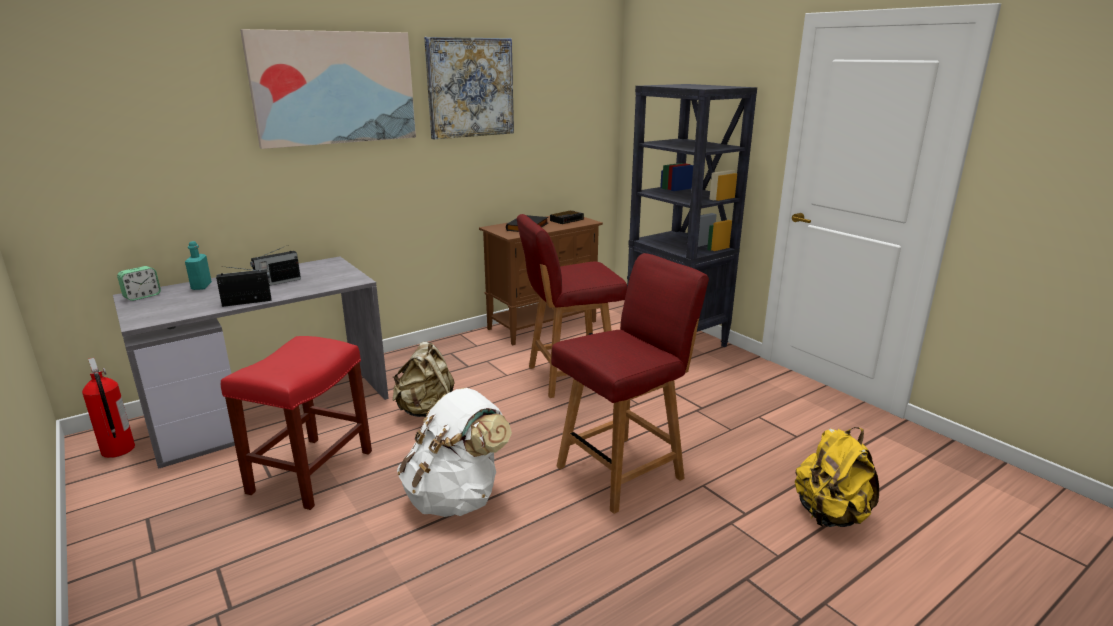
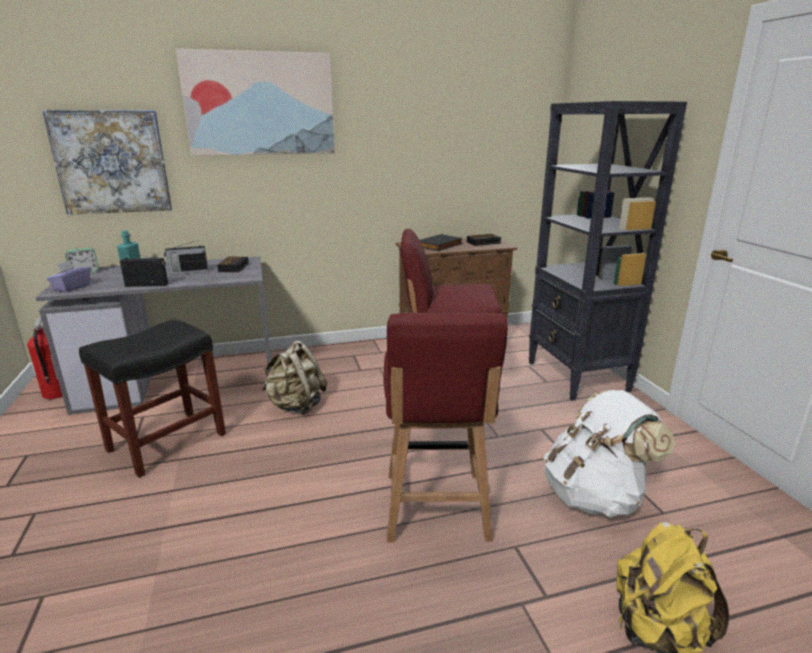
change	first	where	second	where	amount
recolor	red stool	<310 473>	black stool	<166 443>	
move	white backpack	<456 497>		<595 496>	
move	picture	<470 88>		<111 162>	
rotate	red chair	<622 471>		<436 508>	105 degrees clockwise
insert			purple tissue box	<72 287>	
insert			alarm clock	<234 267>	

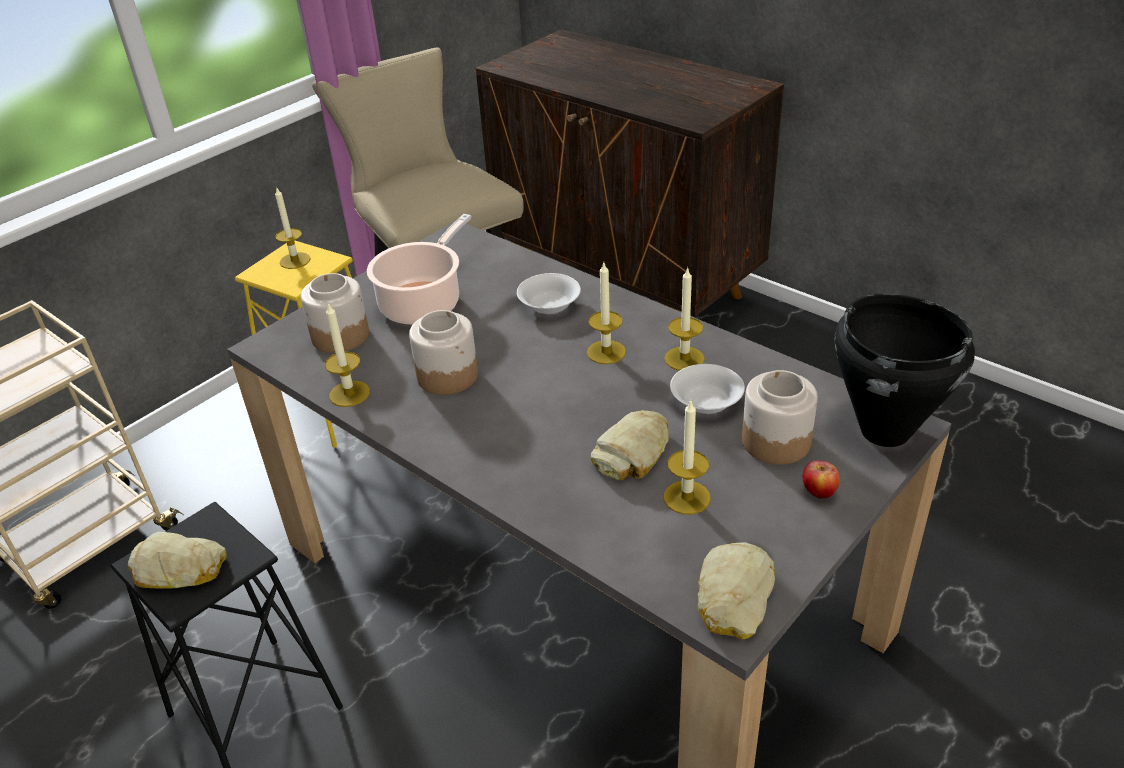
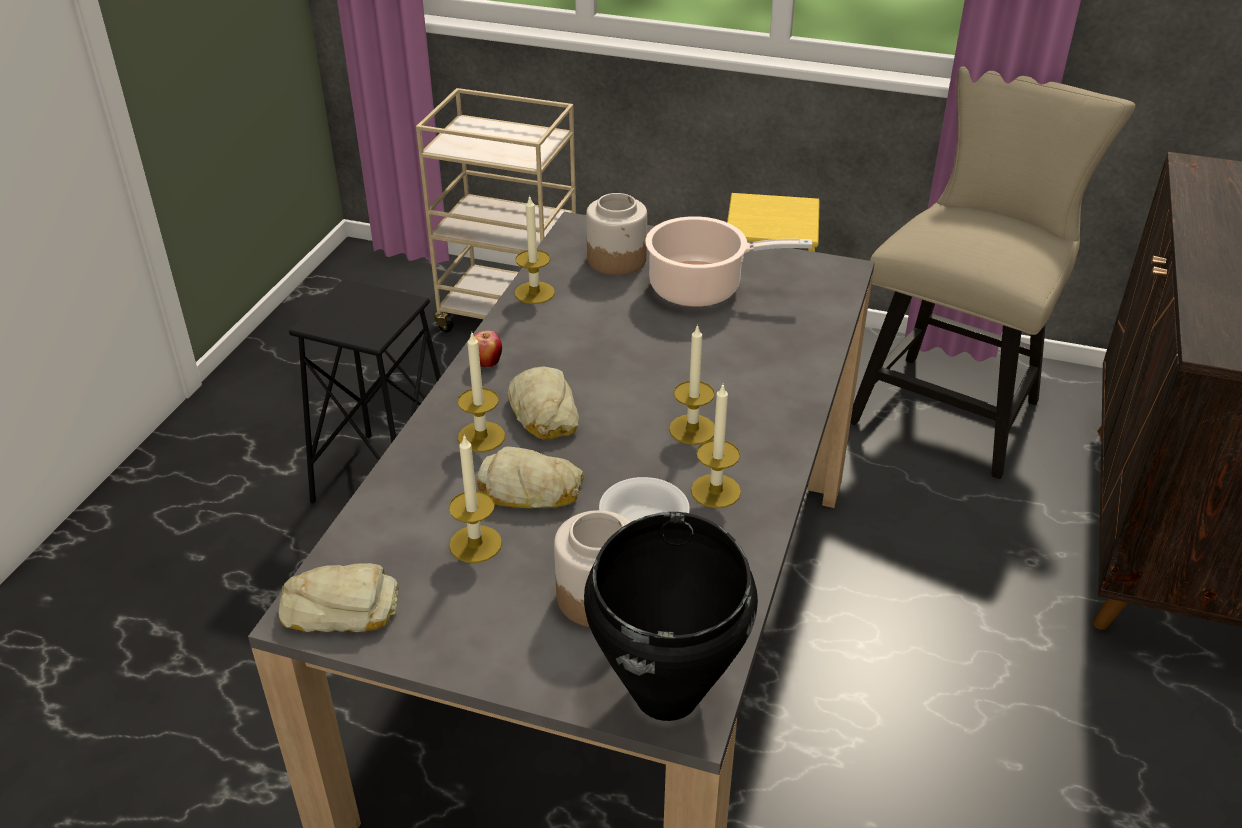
change	first	where	second	where	amount
move	bread	<180 569>		<543 413>	
move	candle	<295 260>		<481 437>	
delete	jar	<448 375>			
delete	white bowl	<550 305>			
move	apple	<818 493>		<487 363>	

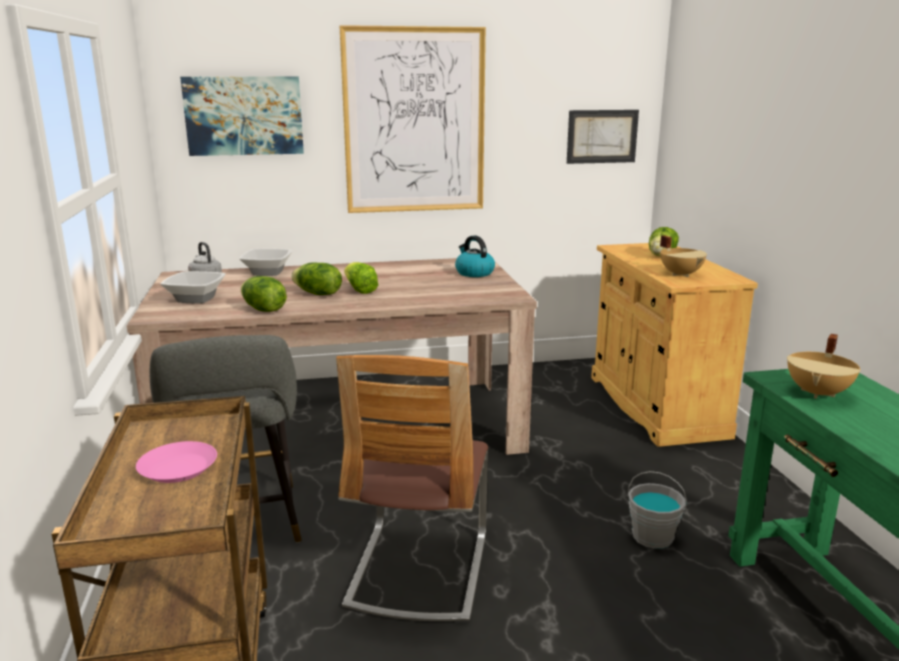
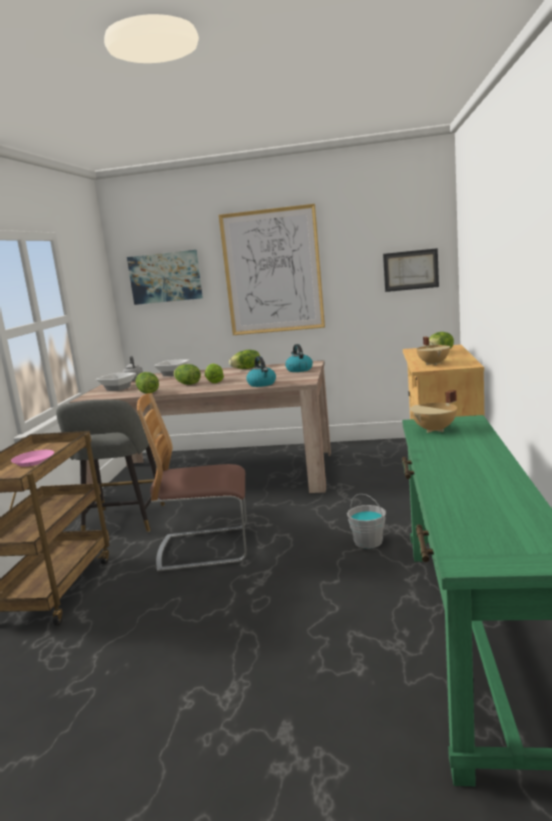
change	first	where	second	where	amount
rotate	chair	<419 570>		<205 549>	60 degrees clockwise
insert			lettuce	<246 369>	
insert			kettle	<262 384>	

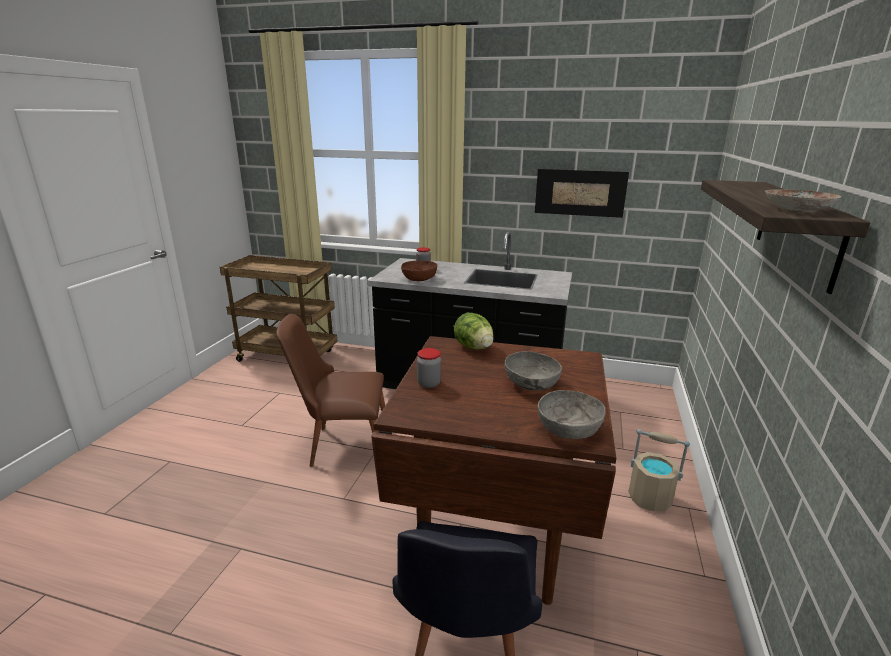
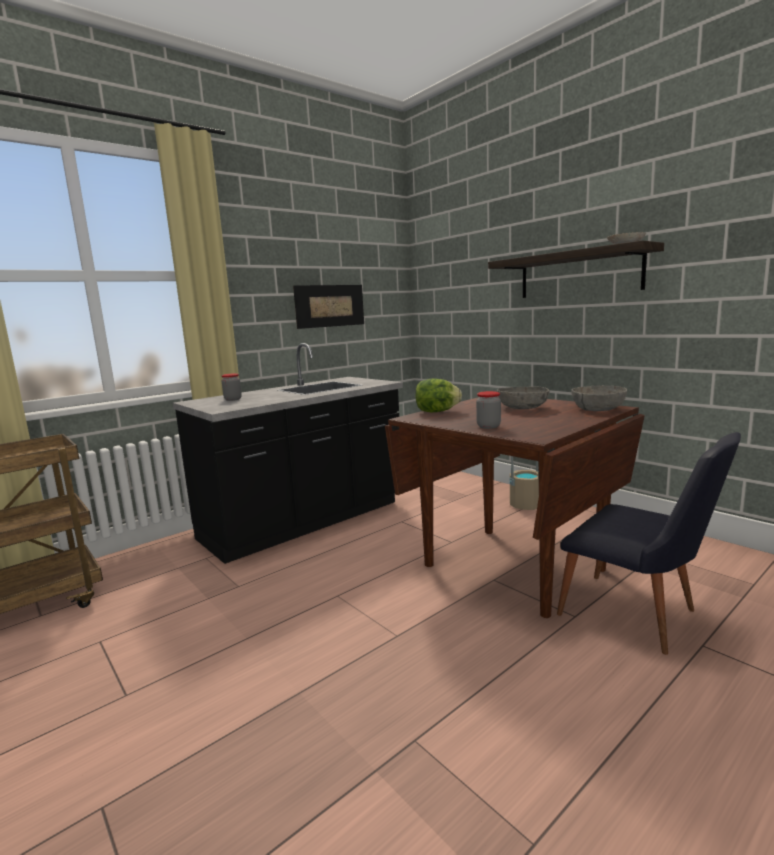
change	first	where	second	where	amount
delete	brown chair	<342 445>			
delete	brown bowl	<419 279>			

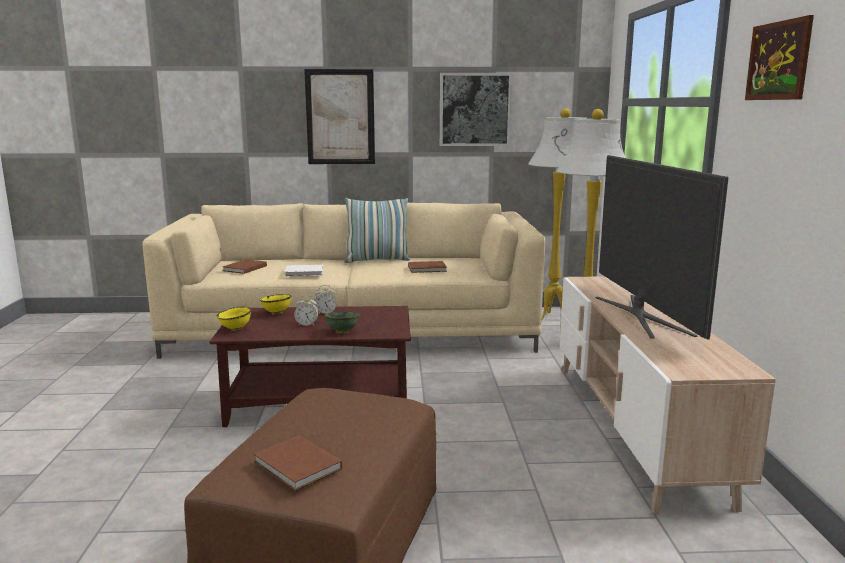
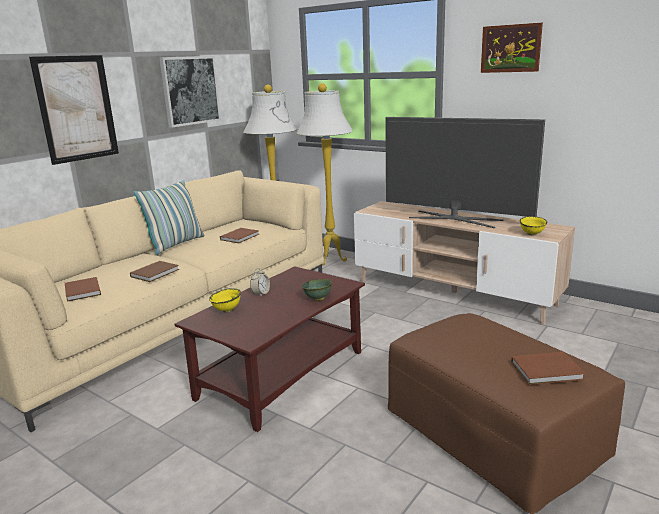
change	first	where	second	where	amount
move	yellow bowl	<236 329>		<532 234>	
recolor	white book	<305 272>	brown book	<156 273>	
delete	alarm clock	<307 324>			

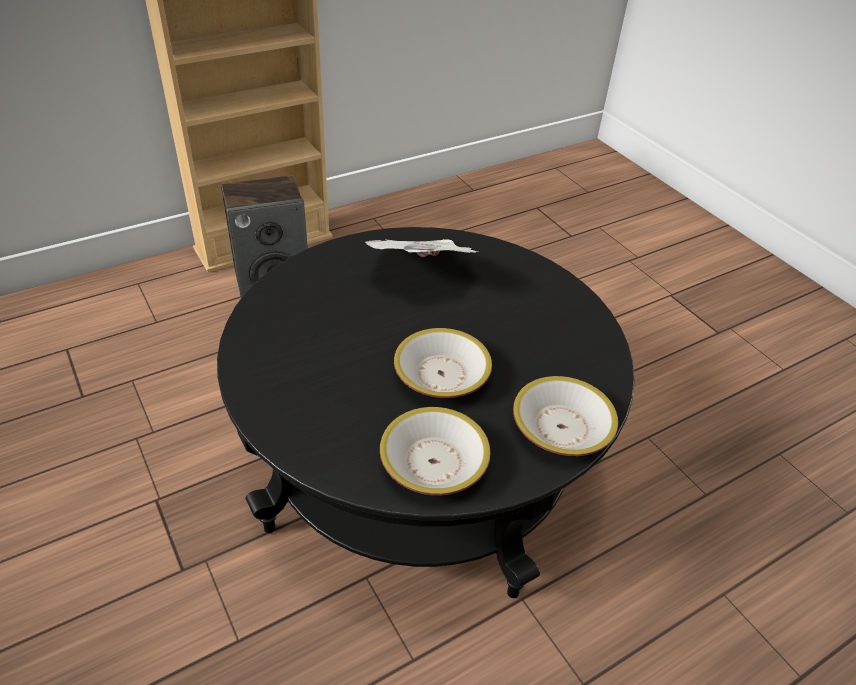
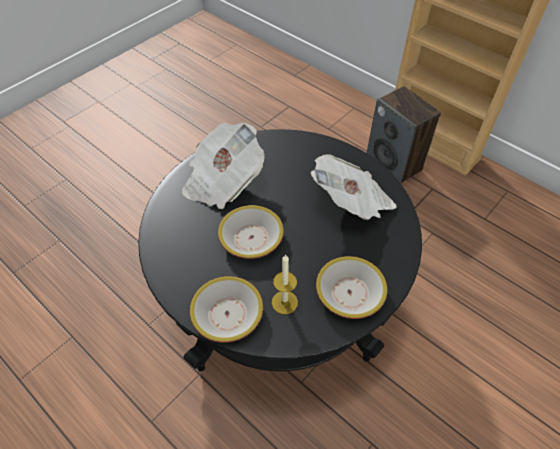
change	first	where	second	where	amount
move	bowl	<433 462>		<349 292>	
insert			newspaper	<222 181>	
insert			candle	<284 302>	

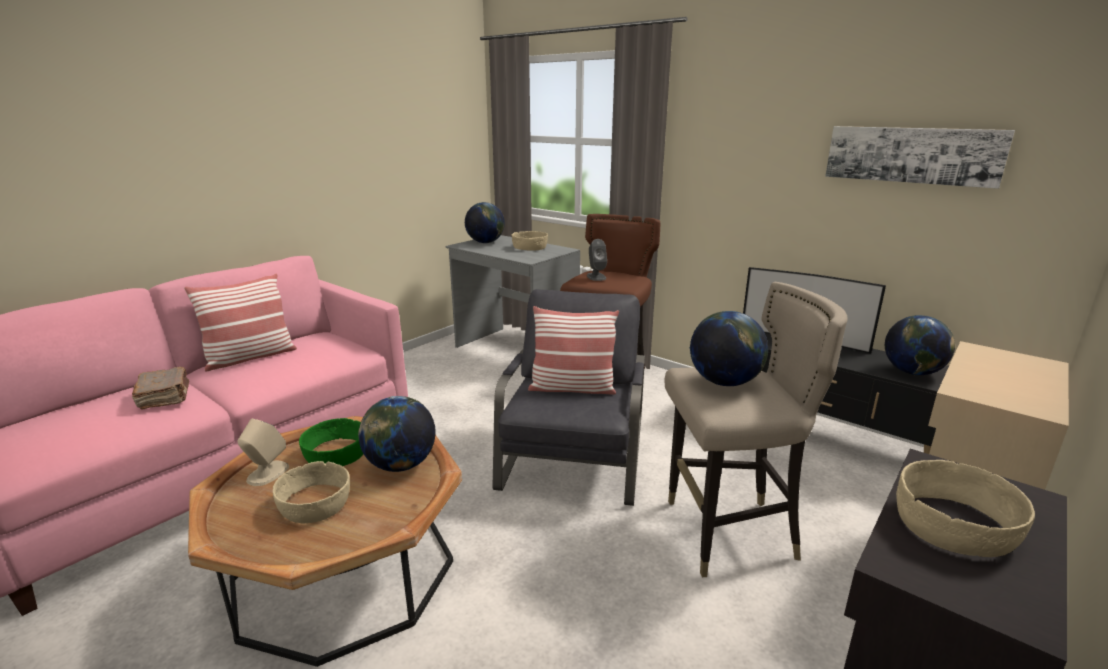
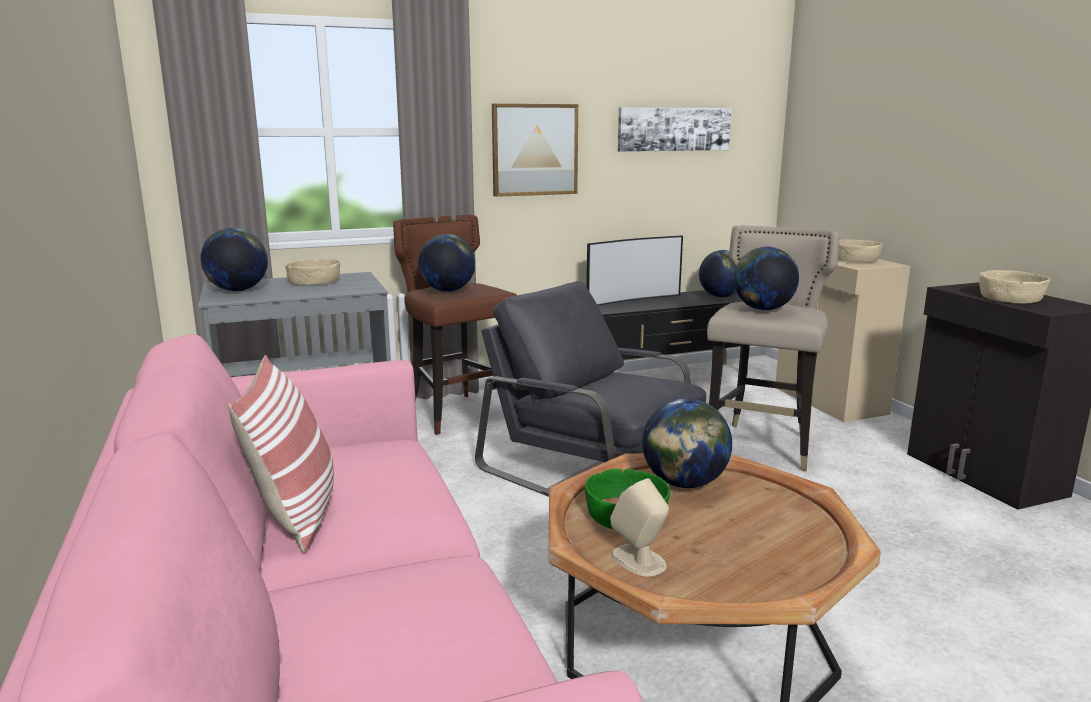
change	first	where	second	where	amount
delete	brown book	<165 397>			
move	beige bowl	<315 504>		<855 260>	
delete	pillow	<572 388>			
replace	grey speaker	<596 277>	globe	<447 291>	
insert			picture	<534 150>	

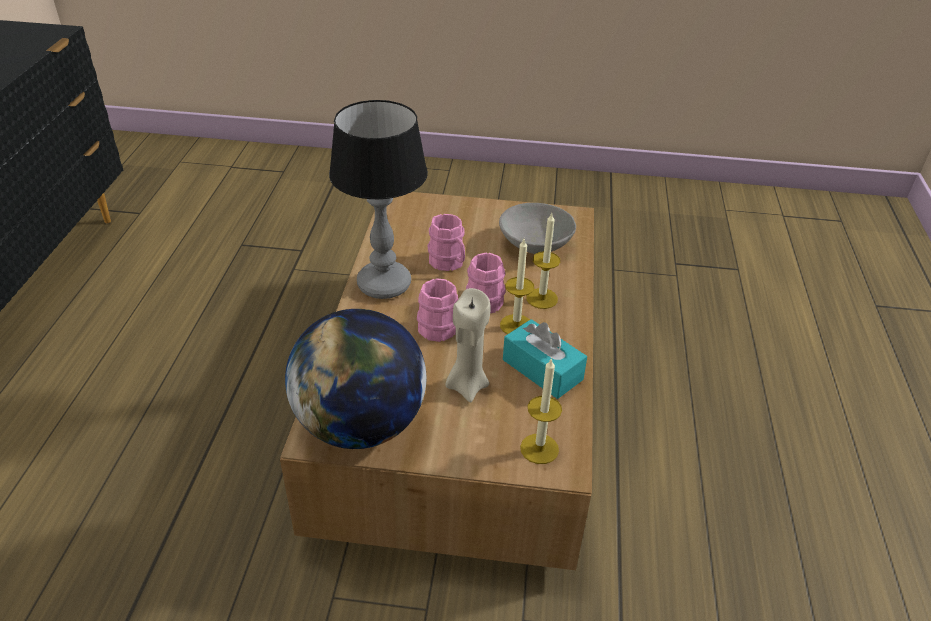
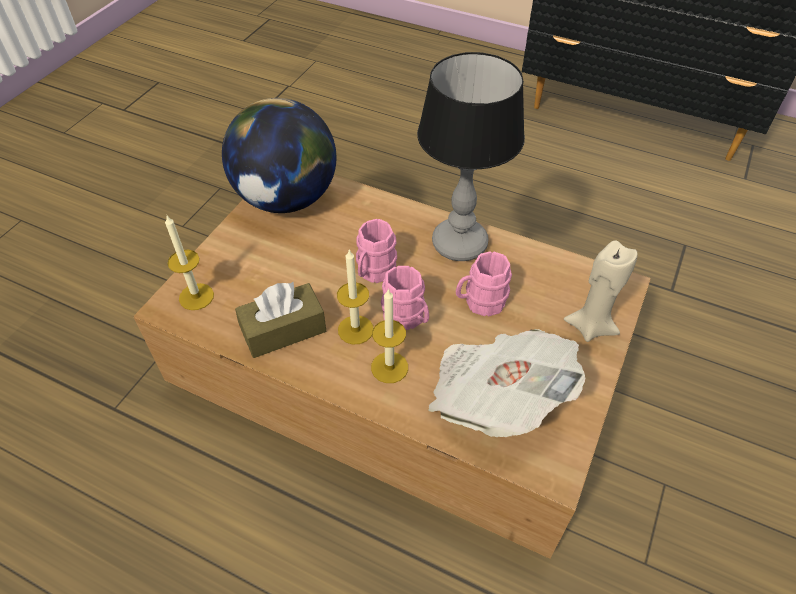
change	first	where	second	where	amount
move	beige candle	<467 385>		<590 326>	
replace	grey bowl	<535 245>	newspaper	<495 396>	
recolor	turquoise tissue box	<542 369>	brown tissue box	<283 330>	

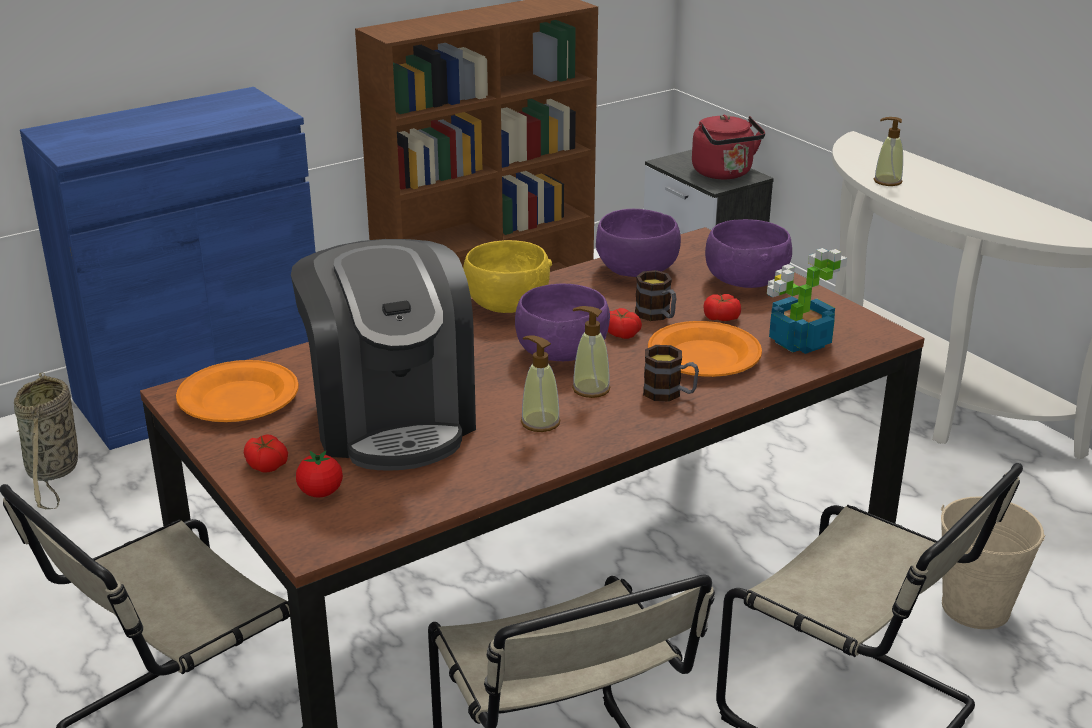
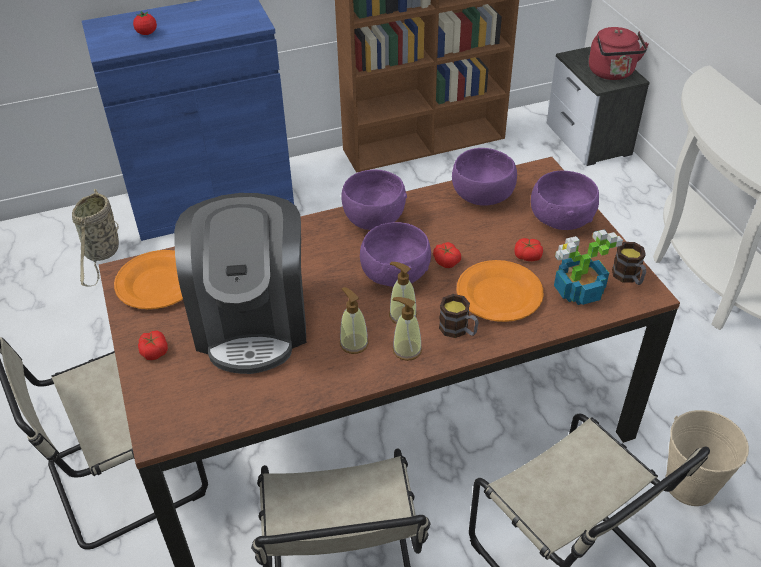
change	first	where	second	where	amount
move	tomato	<320 493>		<147 33>	
recolor	yellow bowl	<507 305>	purple bowl	<374 219>	
move	mug	<657 316>		<628 277>	
move	soap dispenser	<887 181>		<406 350>	

